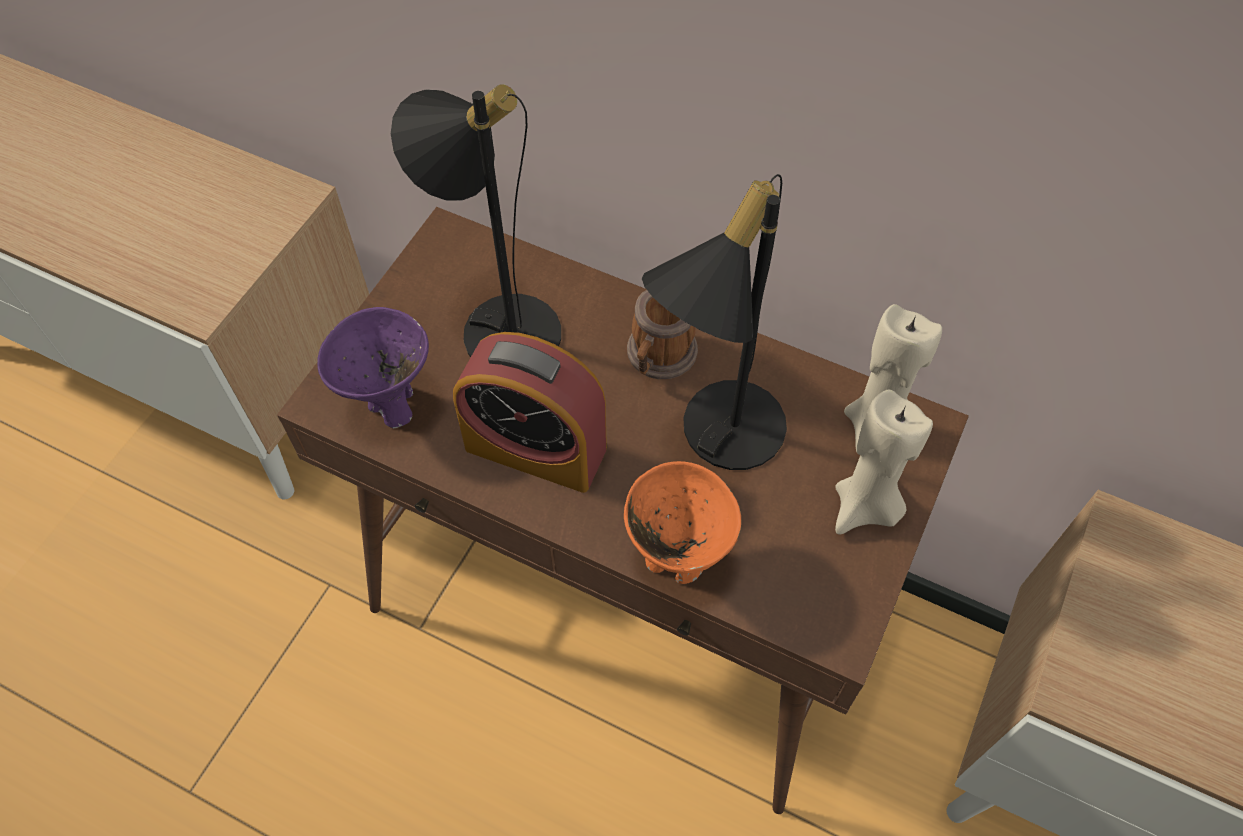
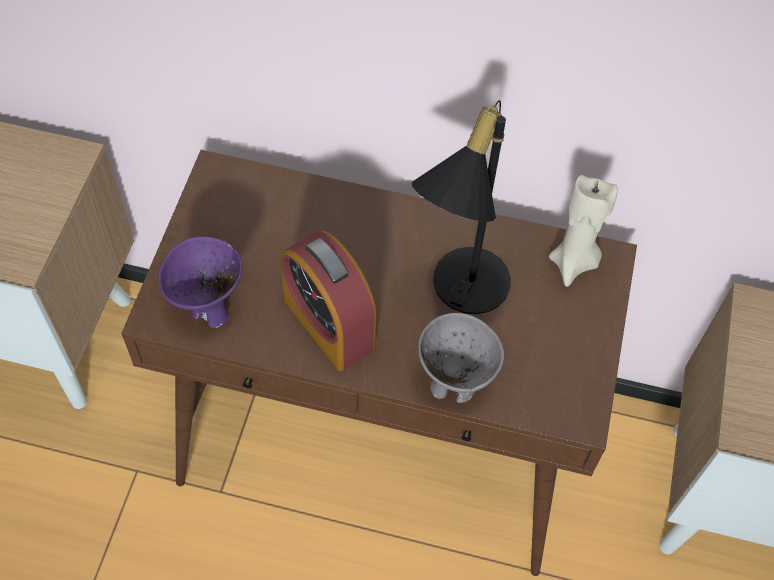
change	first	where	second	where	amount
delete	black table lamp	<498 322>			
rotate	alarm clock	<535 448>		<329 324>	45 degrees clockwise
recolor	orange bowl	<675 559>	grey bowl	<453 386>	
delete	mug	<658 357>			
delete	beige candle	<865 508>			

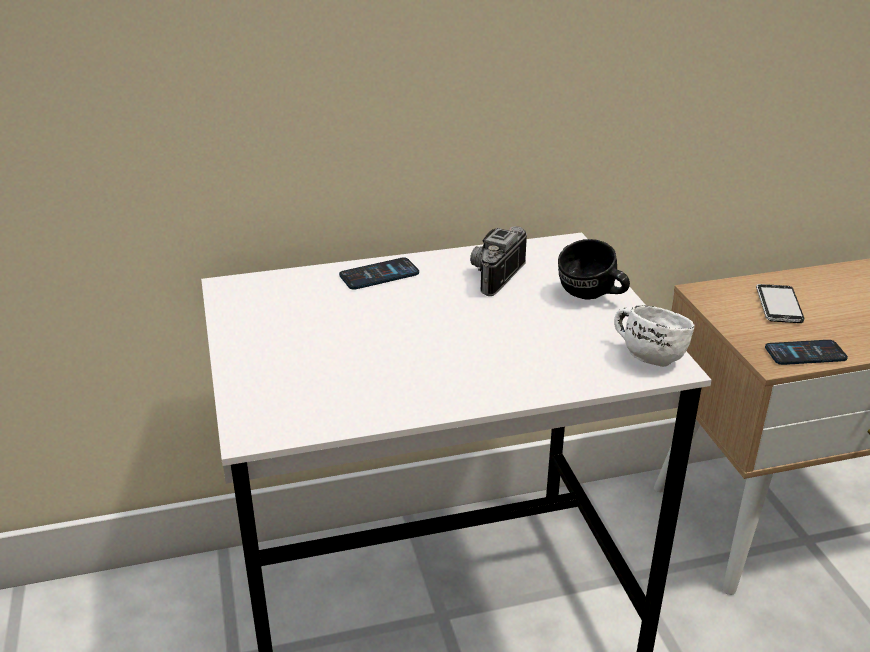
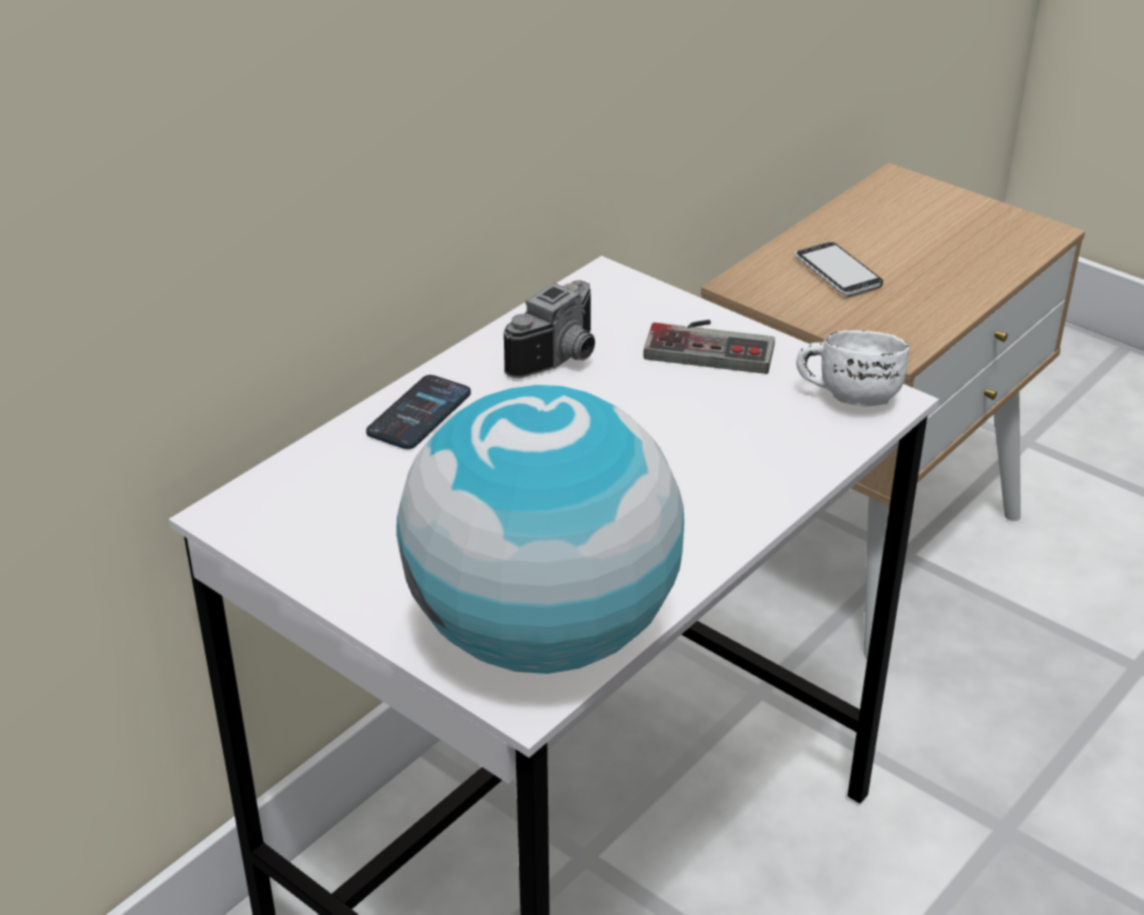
change	first	where	second	where	amount
rotate	photo camera	<492 275>		<563 358>	135 degrees counterclockwise
replace	black mug	<591 297>	game controller	<711 344>	
delete	phone	<805 354>			
insert			globe	<543 634>	

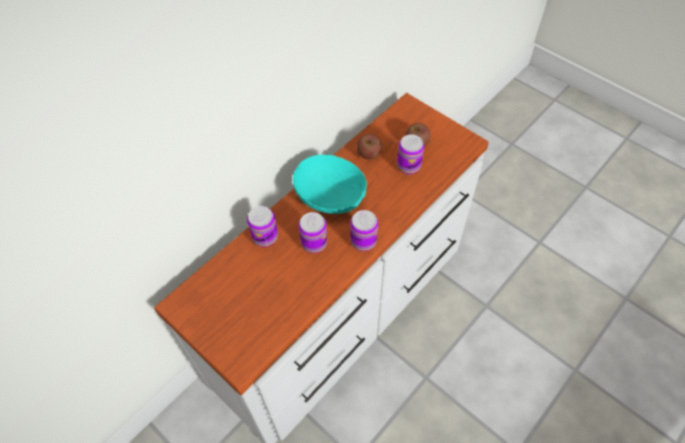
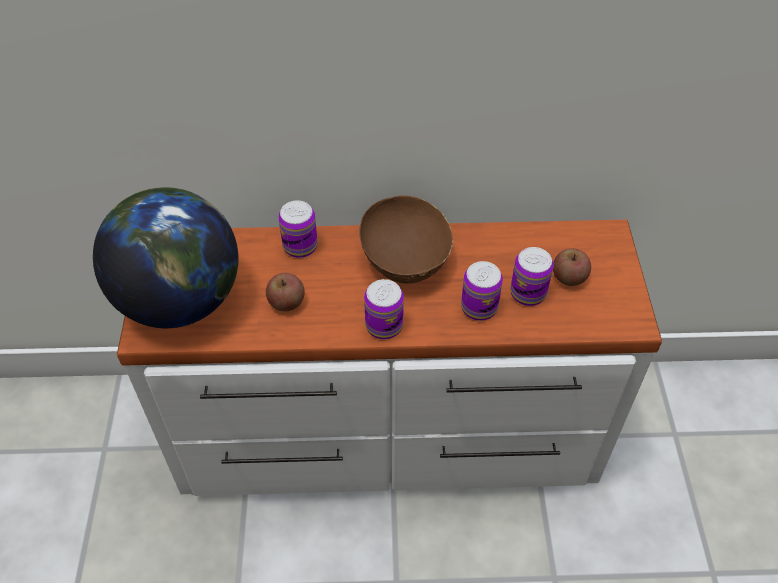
change	first	where	second	where	amount
recolor	turquoise bowl	<331 197>	brown bowl	<406 260>	
move	can	<314 243>		<479 308>	
move	apple	<369 154>		<286 302>	
insert			globe	<180 300>	

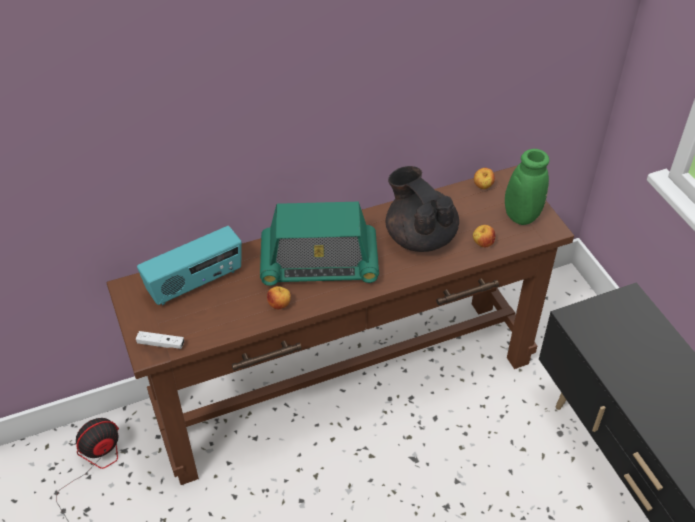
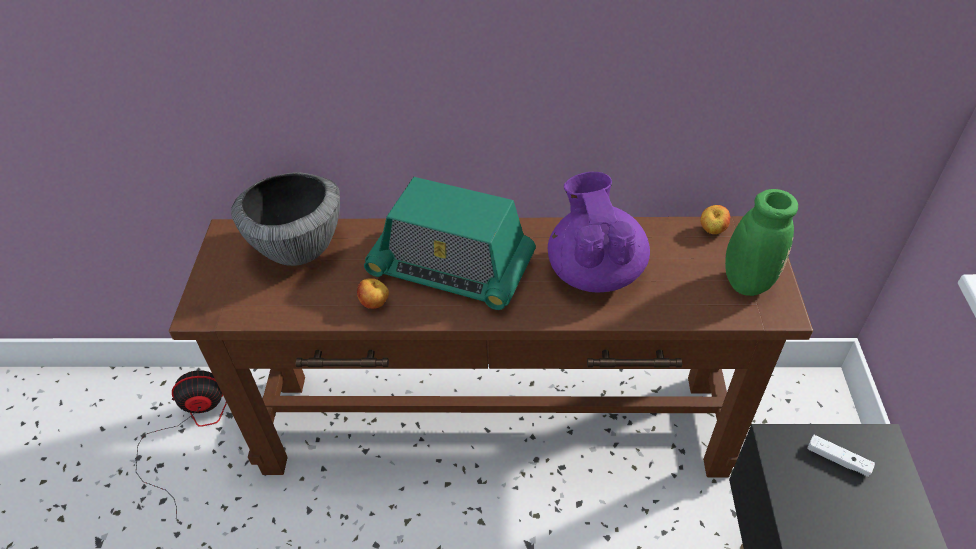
change	first	where	second	where	amount
move	white game controller	<161 344>		<838 460>	
replace	radio	<195 283>	bowl	<299 249>	
recolor	black teapot	<419 236>	purple teapot	<595 270>	
delete	apple	<482 244>			

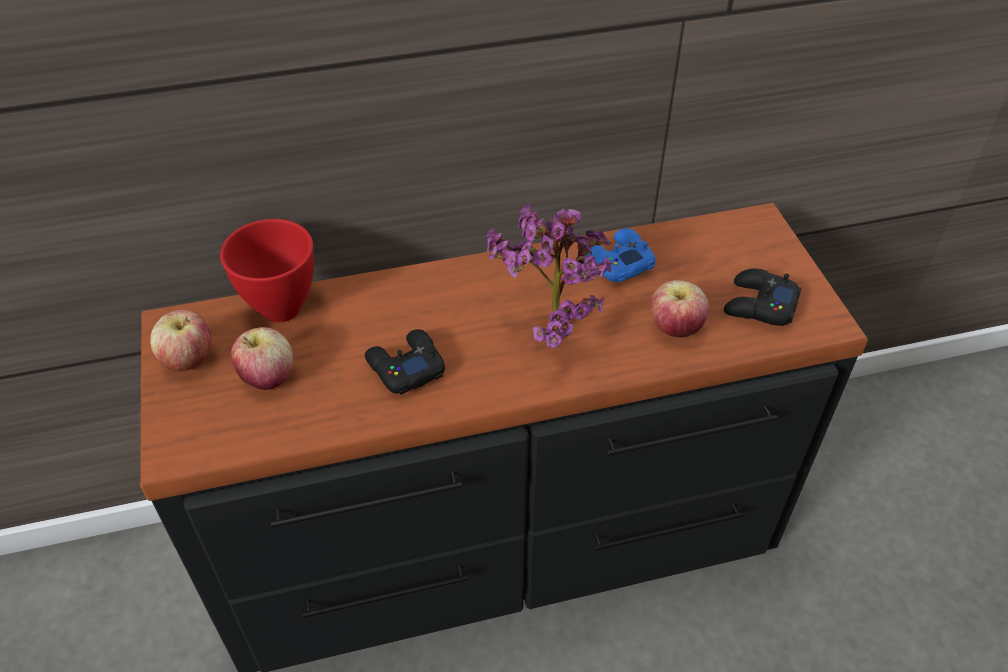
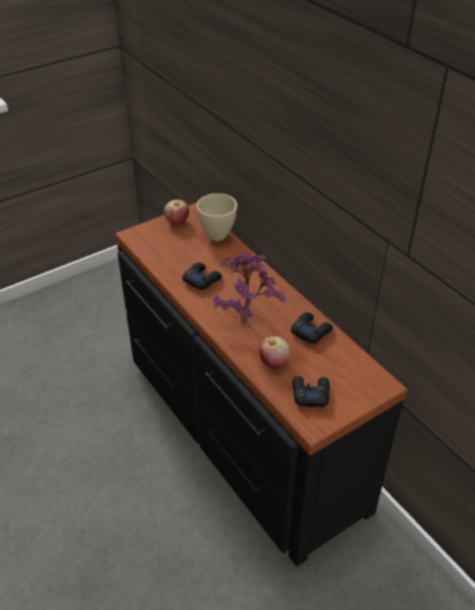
change	first	where	second	where	amount
recolor	red bowl	<283 309>	beige bowl	<217 236>	
delete	apple	<268 377>			
recolor	blue game controller	<616 261>	black game controller	<311 331>	

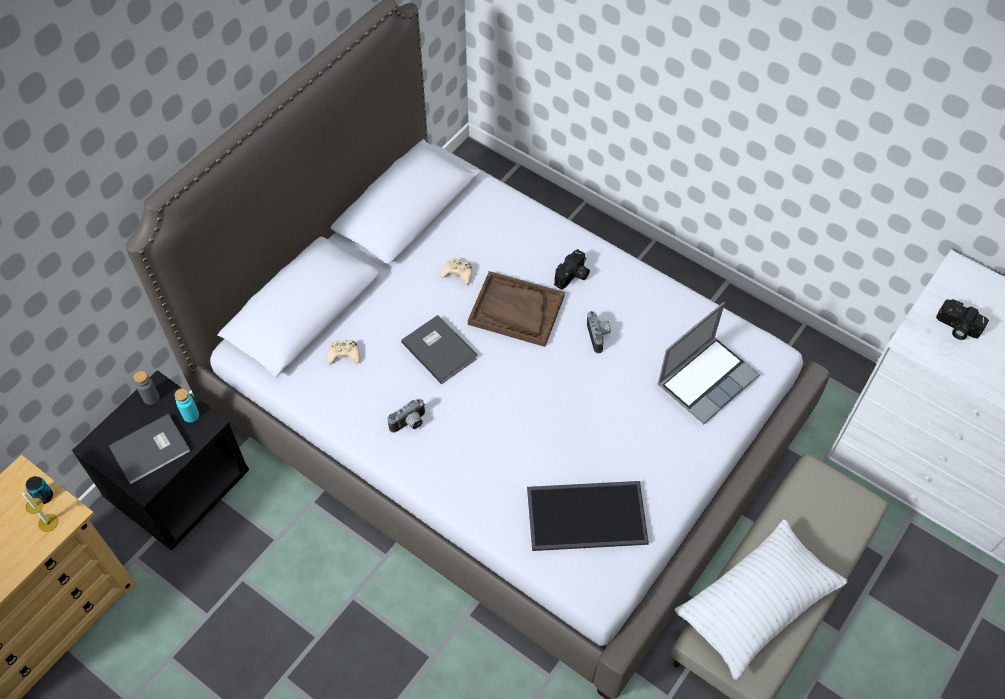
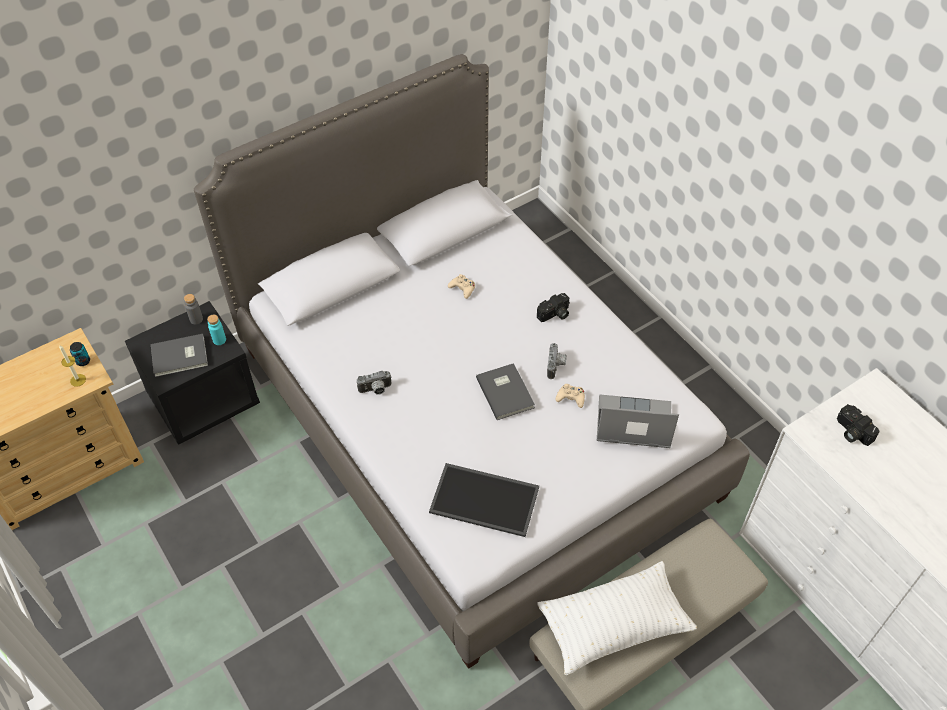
change	first	where	second	where	amount
move	beige game controller	<344 355>		<571 398>	
move	grey book	<440 349>		<506 391>	
delete	brown tray	<516 310>			
rotate	laptop	<707 379>		<632 424>	150 degrees counterclockwise

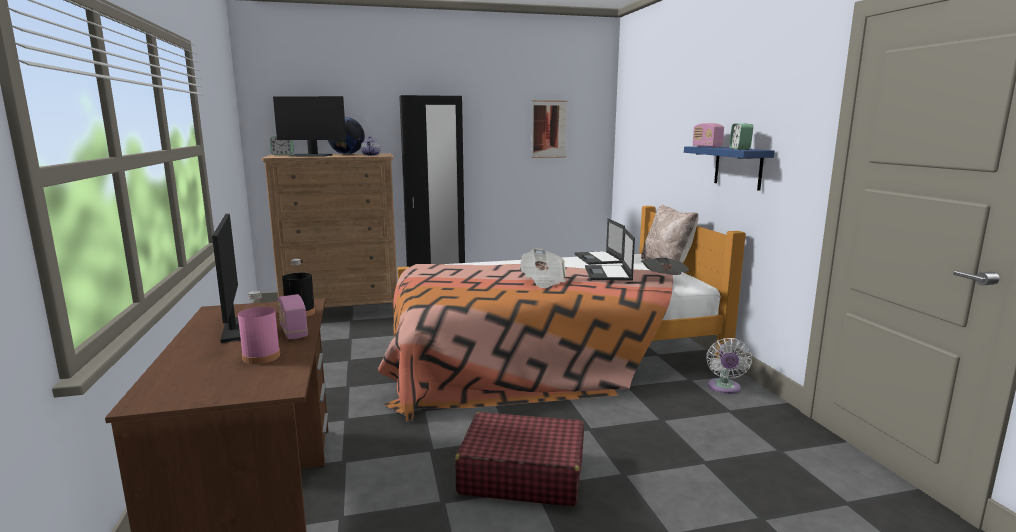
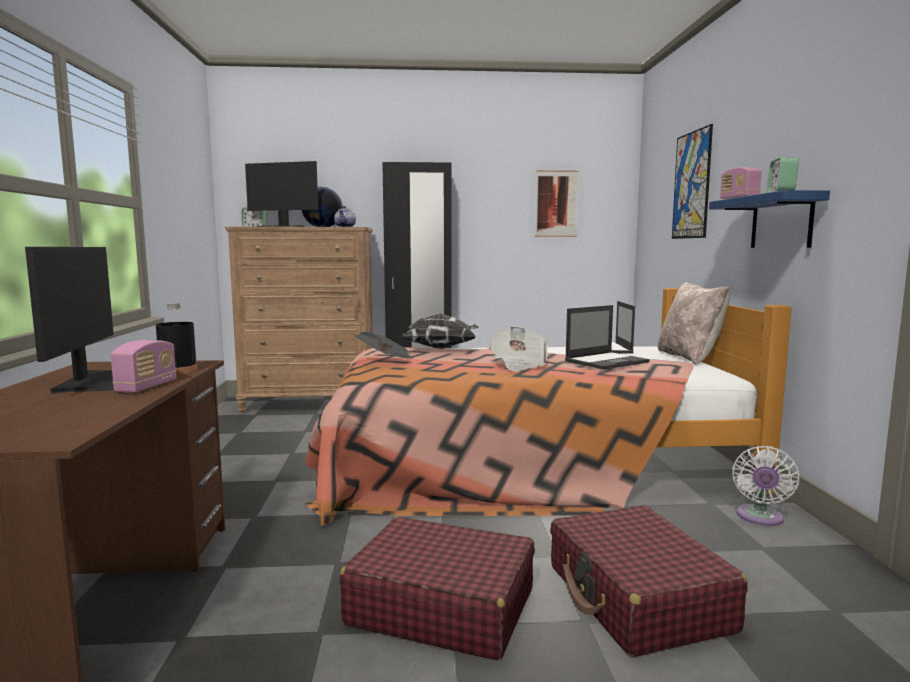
change	first	where	second	where	amount
delete	pink bottle	<261 357>			
rotate	radio	<293 332>		<146 387>	150 degrees counterclockwise
rotate	laptop	<608 273>		<607 361>	135 degrees counterclockwise
move	newspaper	<665 279>		<386 362>	
insert			pillow	<441 348>	
insert			red suitcase	<637 598>	
insert			picture	<691 185>	

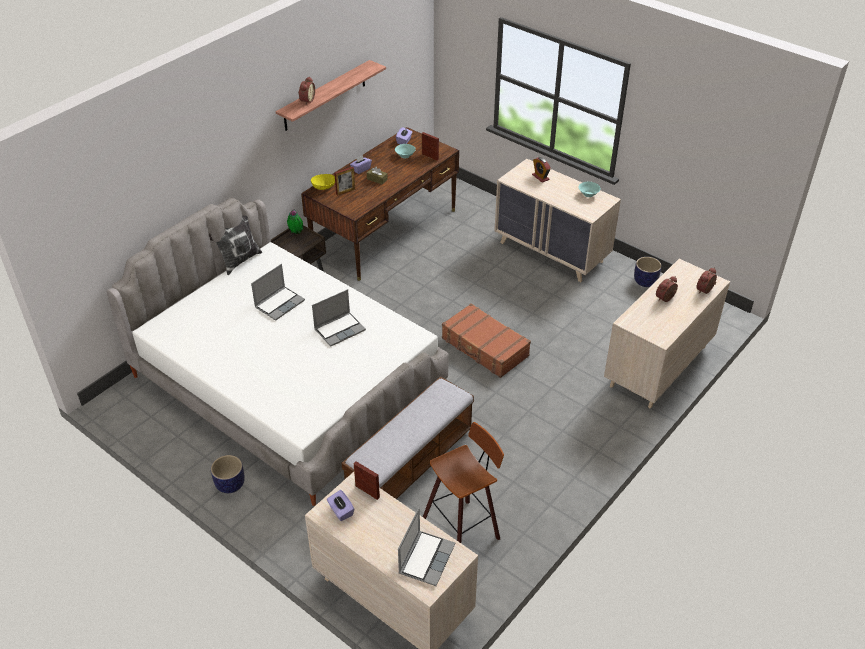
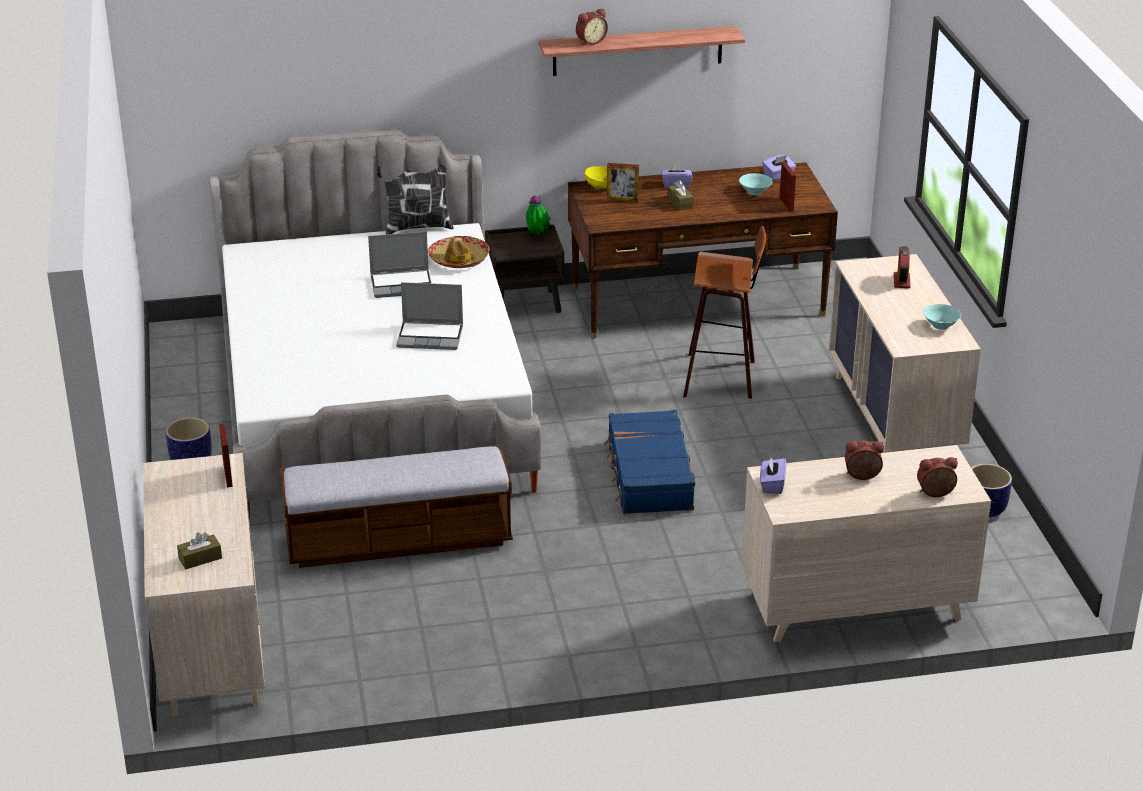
change	first	where	second	where	amount
move	purple tissue box	<341 511>		<772 485>	
replace	laptop	<426 558>	brown tissue box	<200 558>	
move	stool	<463 529>		<722 377>	
recolor	brown suitcase	<484 348>	blue suitcase	<649 475>	
insert			hat	<458 259>	

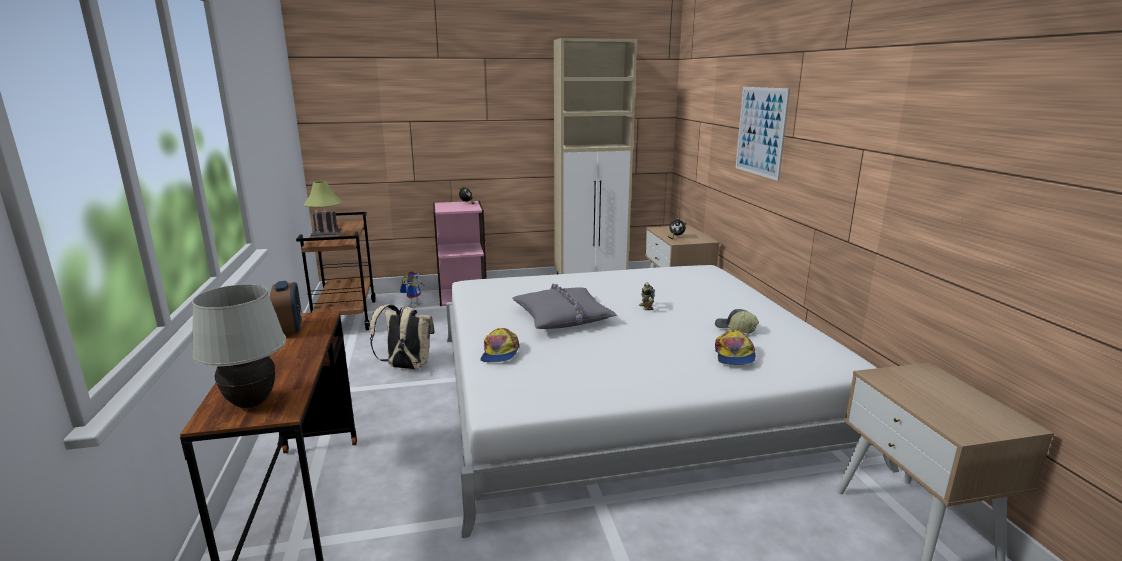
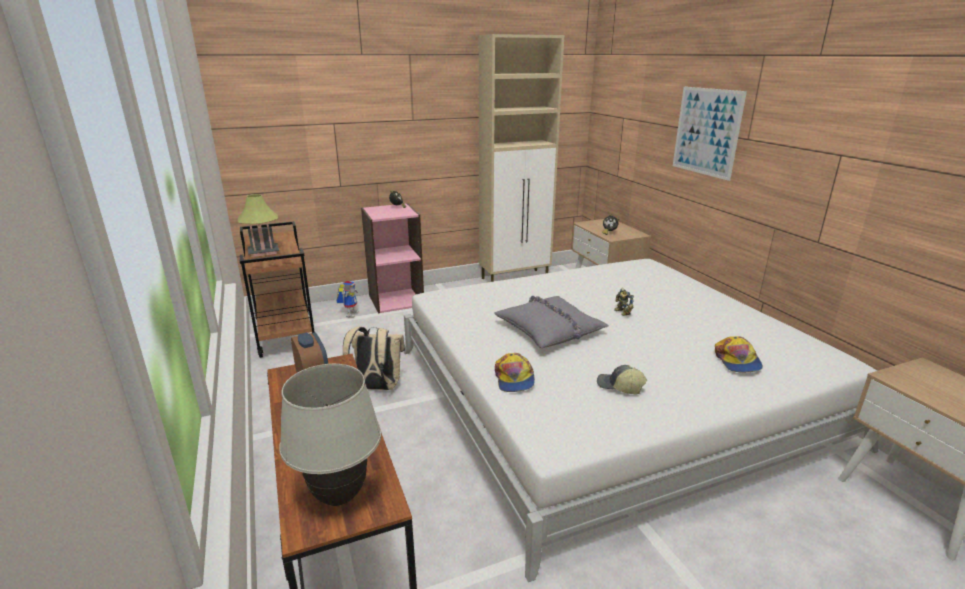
change	first	where	second	where	amount
move	cap	<735 329>		<619 387>	

